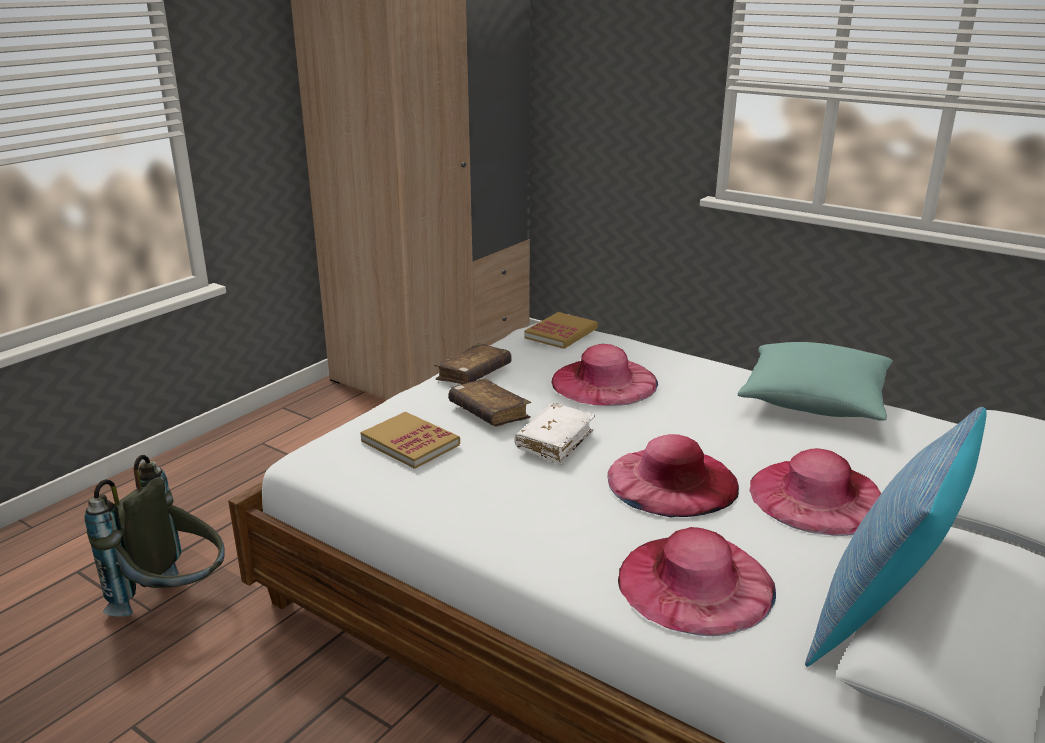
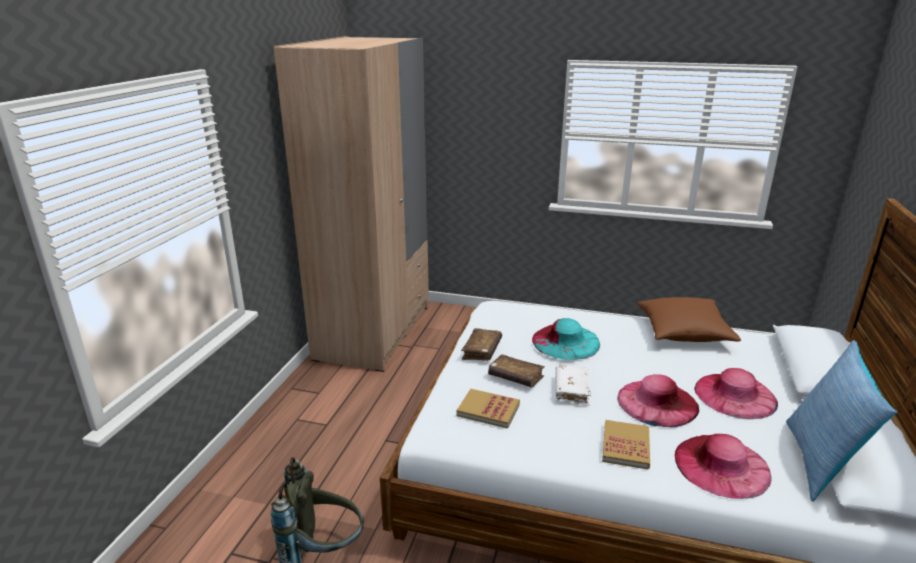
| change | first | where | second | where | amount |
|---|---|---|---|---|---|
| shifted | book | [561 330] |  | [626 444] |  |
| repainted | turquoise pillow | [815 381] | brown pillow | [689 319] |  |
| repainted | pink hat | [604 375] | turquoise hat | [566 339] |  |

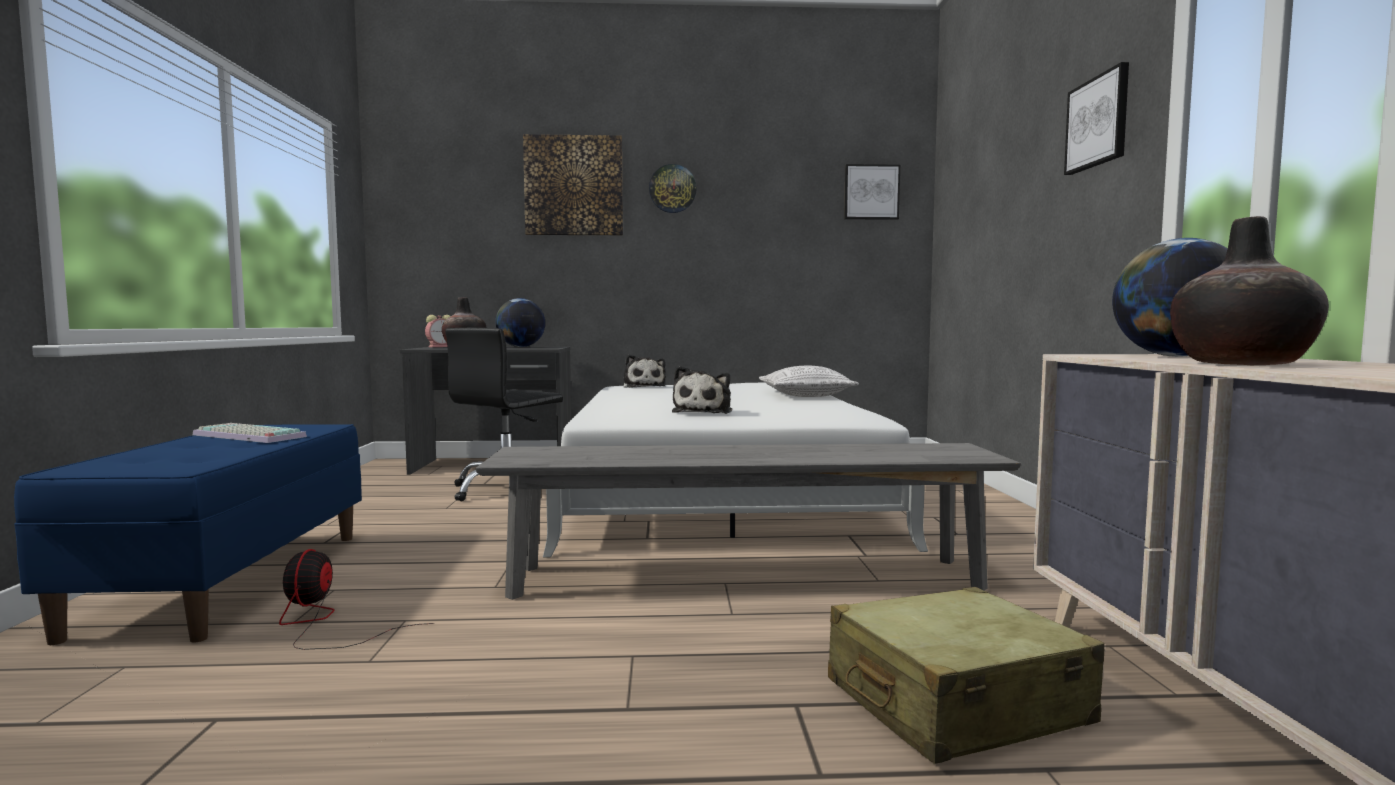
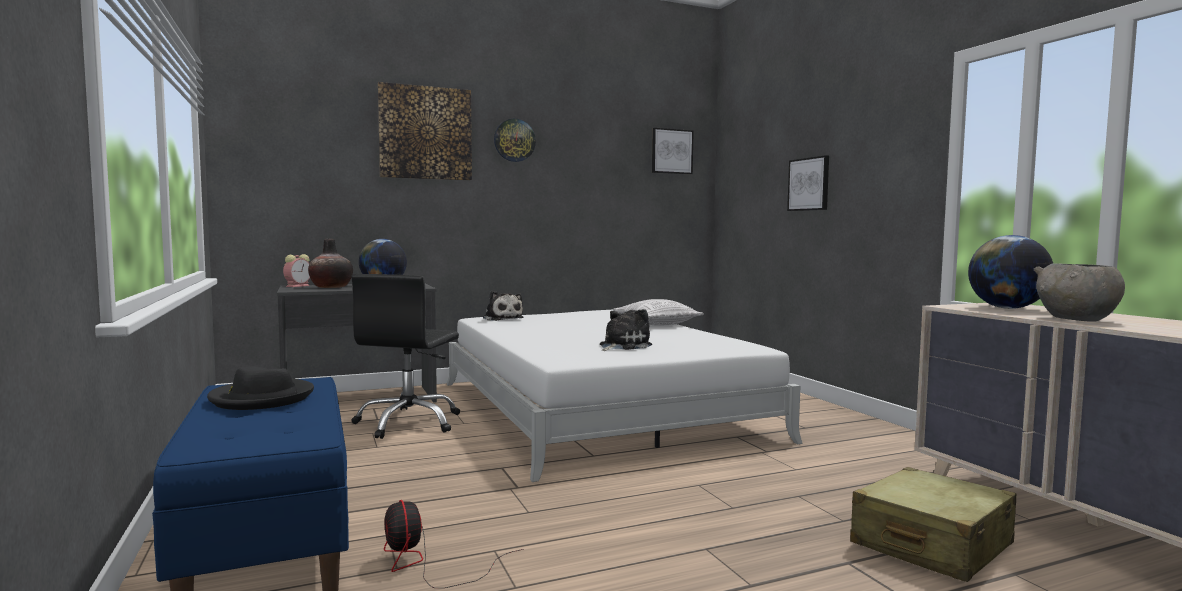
| change | first | where | second | where | amount |
|---|---|---|---|---|---|
| shifted | picture | [1096 118] |  | [808 183] |  |
| swapped | vase | [1249 290] | grey bowl | [1079 292] |  |
| rotated | plush toy | [702 390] |  | [626 330] | 135 degrees counterclockwise |
| swapped | keyboard | [250 433] | black hat | [260 388] |  |
| gone | grey bench | [748 521] |  |  |  |

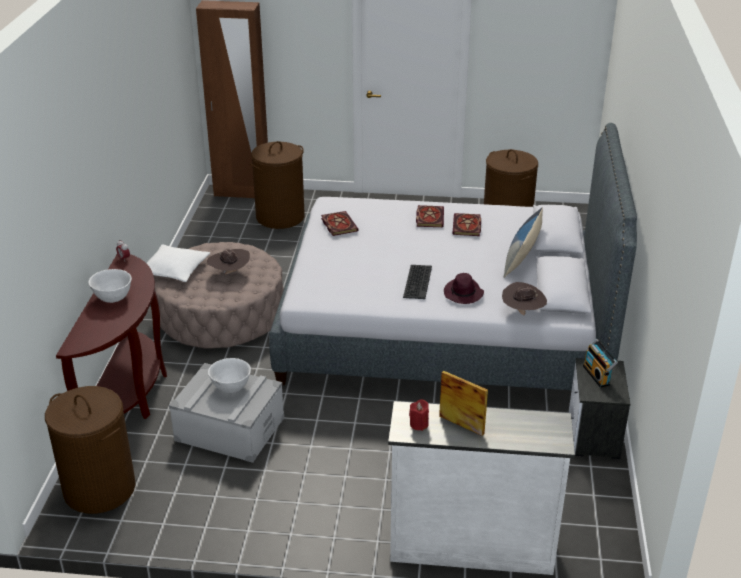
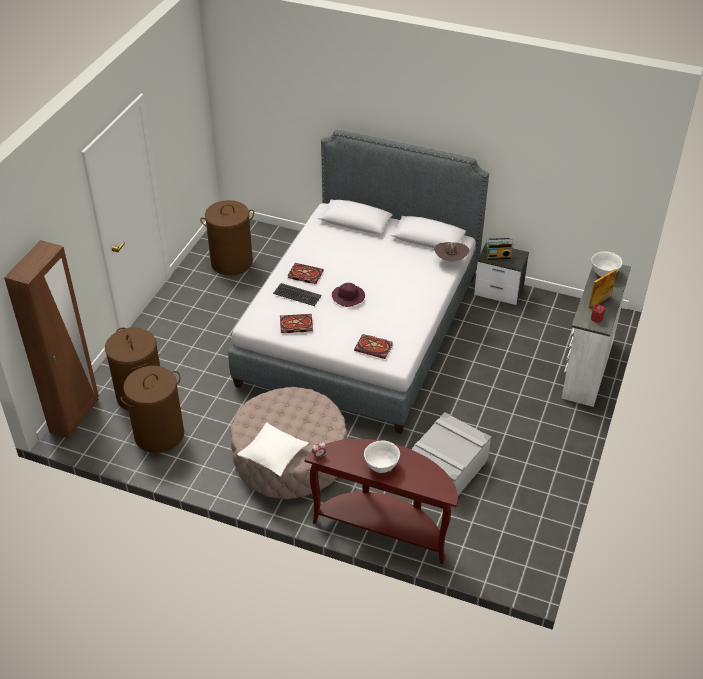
| change | first | where | second | where | amount |
|---|---|---|---|---|---|
| gone | pillow | [523 243] |  |  |  |
| shifted | book | [466 224] |  | [373 346] |  |
| gone | brown hat | [228 261] |  |  |  |
| shifted | keyboard | [417 282] |  | [297 294] |  |
| shifted | purple hat | [464 288] |  | [348 295] |  |
| shifted | white bowl | [229 375] |  | [606 264] |  |
| shifted | brown laundry basket | [90 450] |  | [152 409] |  |

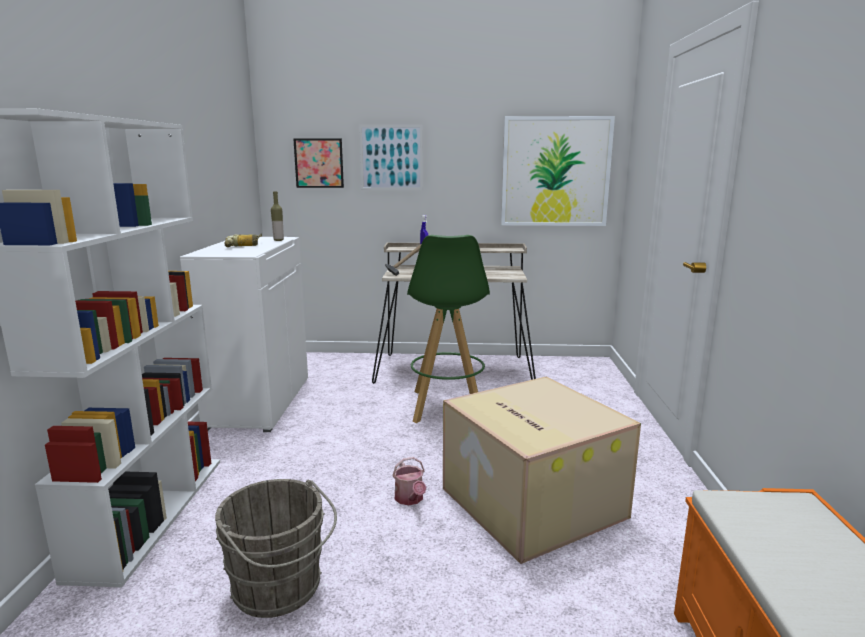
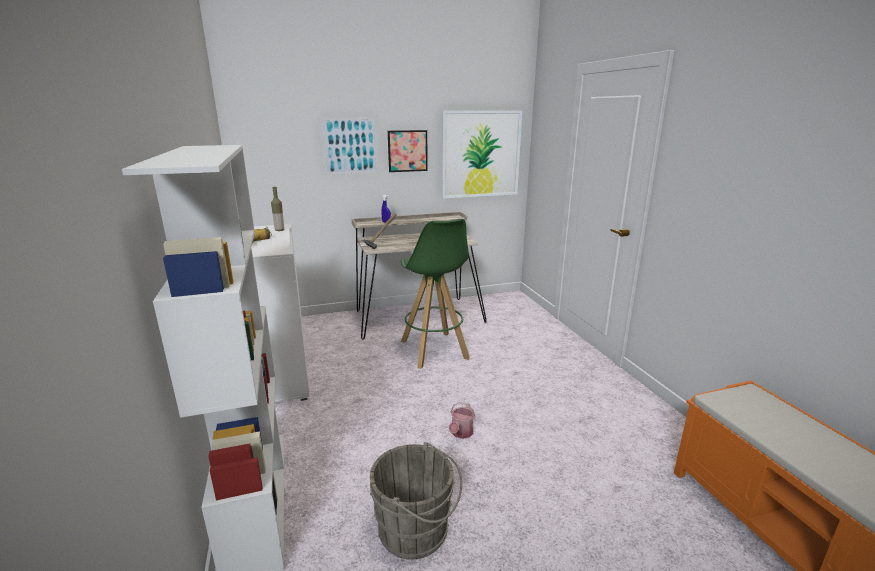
| change | first | where | second | where | amount |
|---|---|---|---|---|---|
| shifted | picture | [318 163] |  | [408 151] |  |
| gone | cardboard box | [542 470] |  |  |  |
| rotated | watering can | [409 481] |  | [462 420] | 60 degrees clockwise |

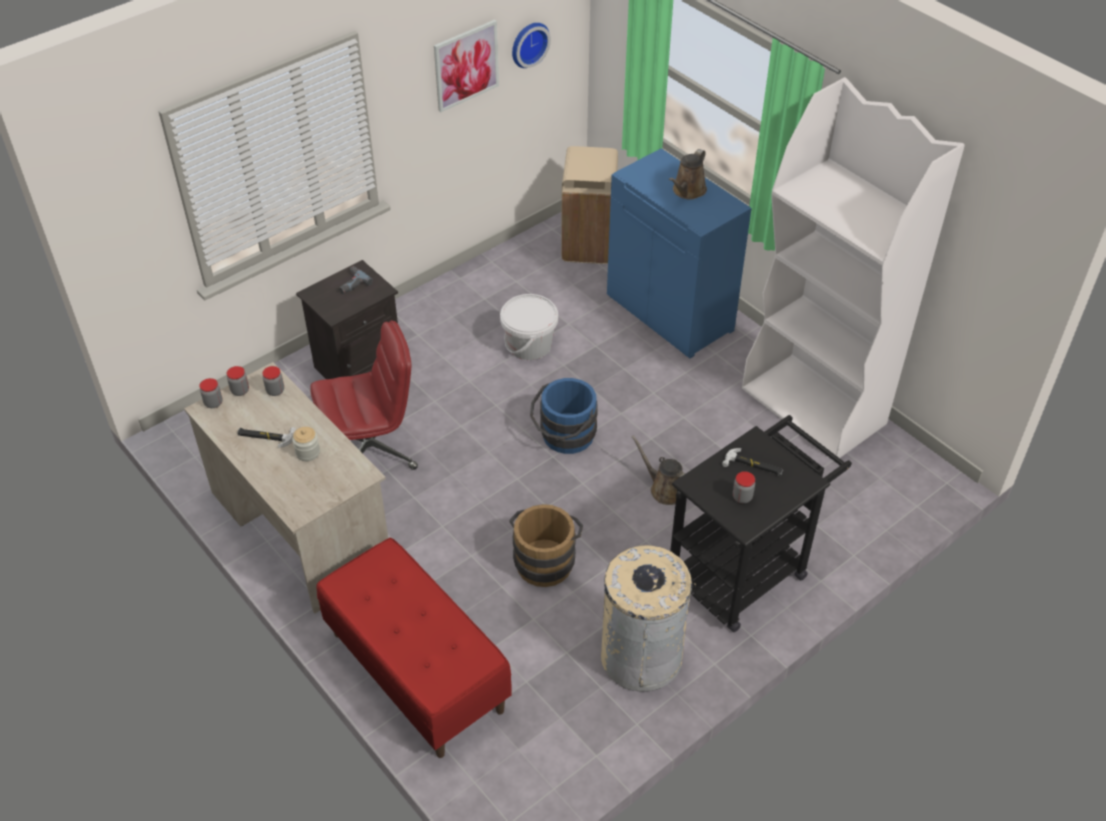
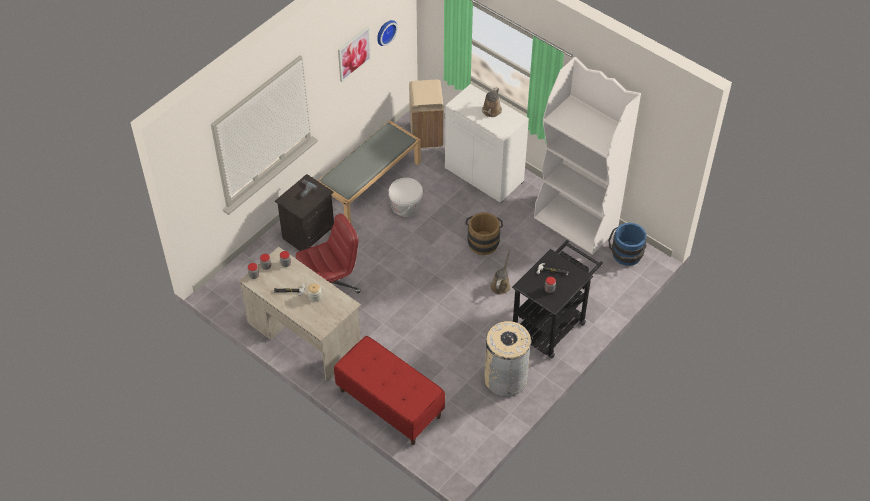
| change | first | where | second | where | amount |
|---|---|---|---|---|---|
| repainted | blue cabinet | [679 253] | white cabinet | [487 143] |  |
| shifted | blue bucket | [564 416] |  | [627 244] |  |
| rotated | brown watering can | [658 470] |  | [500 272] | 75 degrees clockwise |
| shifted | brown bucket | [546 545] |  | [484 233] |  |
| new |  |  | grey bench | [369 171] |  |

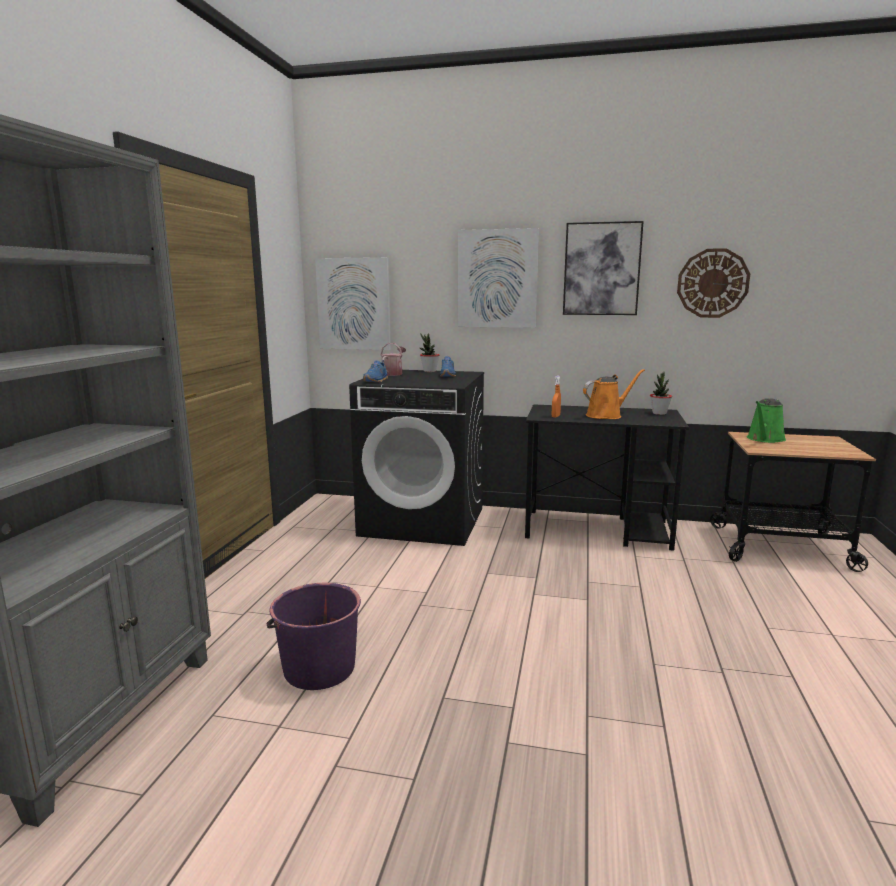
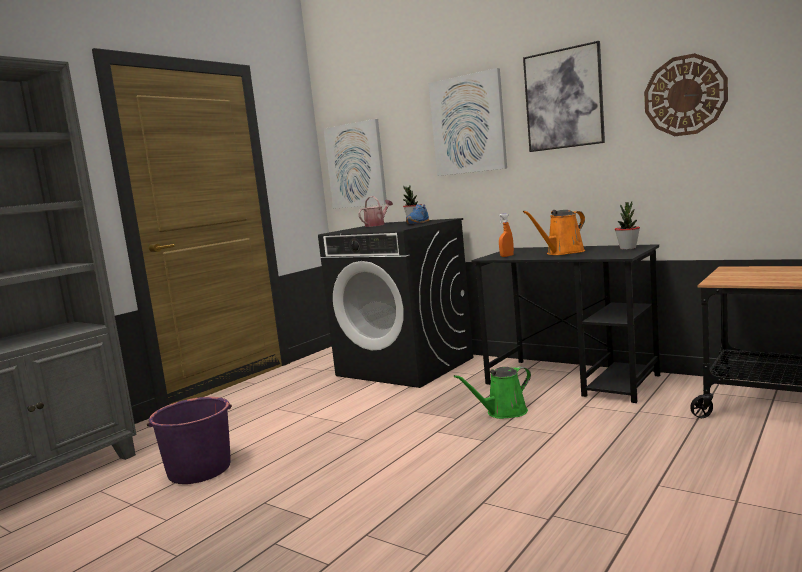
| change | first | where | second | where | amount |
|---|---|---|---|---|---|
| gone | blue shoe | [375 371] |  |  |  |
| rotated | orange watering can | [614 394] |  | [554 232] | 150 degrees clockwise |
| shifted | green watering can | [766 420] |  | [492 392] |  |

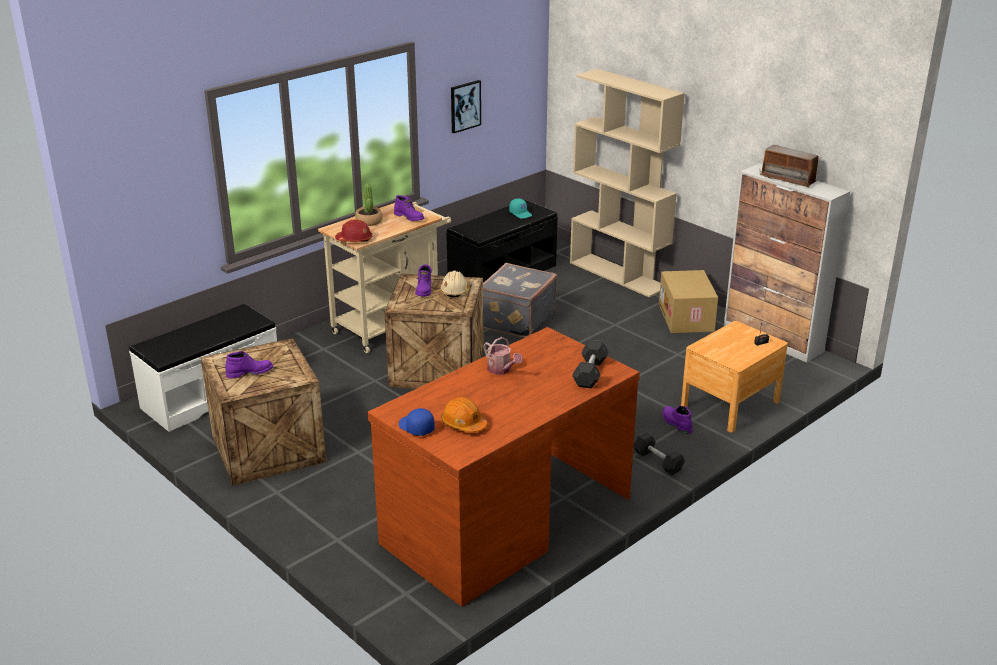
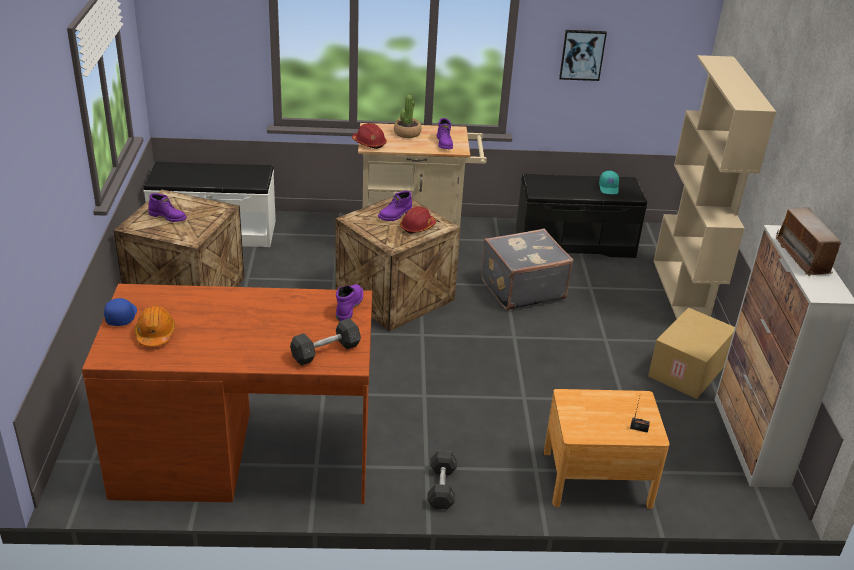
| change | first | where | second | where | amount |
|---|---|---|---|---|---|
| repainted | beige hard hat | [454 284] | red hard hat | [418 220] |  |
| gone | watering can | [503 356] |  |  |  |
| shifted | purple boot | [677 420] |  | [349 302] |  |

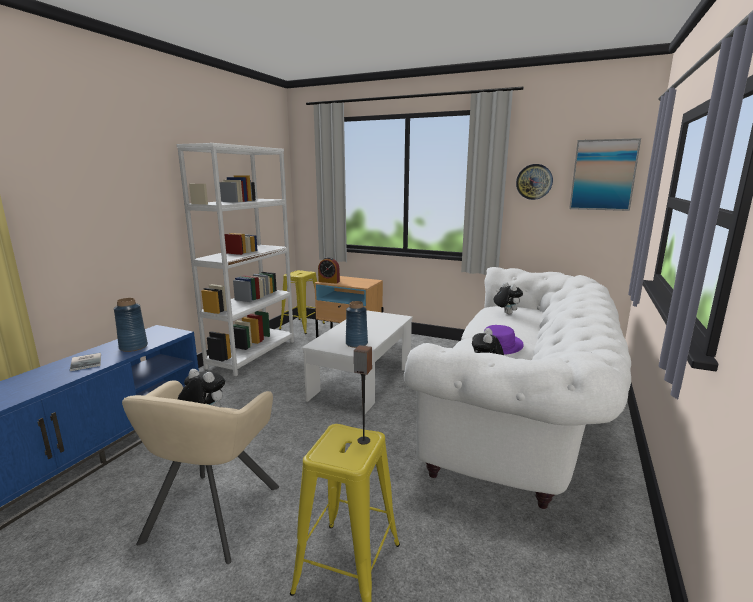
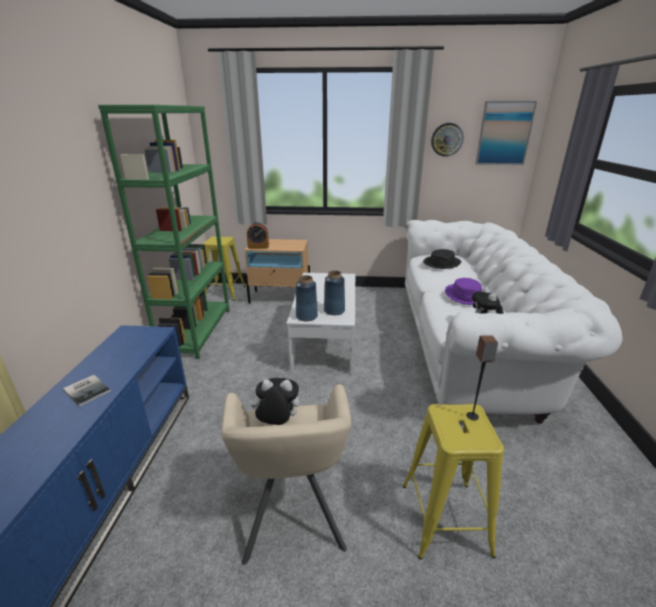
| change | first | where | second | where | amount |
|---|---|---|---|---|---|
| repainted | white bookcase | [235 259] | green bookcase | [164 232] |  |
| swapped | plush toy | [508 298] | black hat | [442 259] |  |
| shifted | blue vase | [131 325] |  | [307 298] |  |

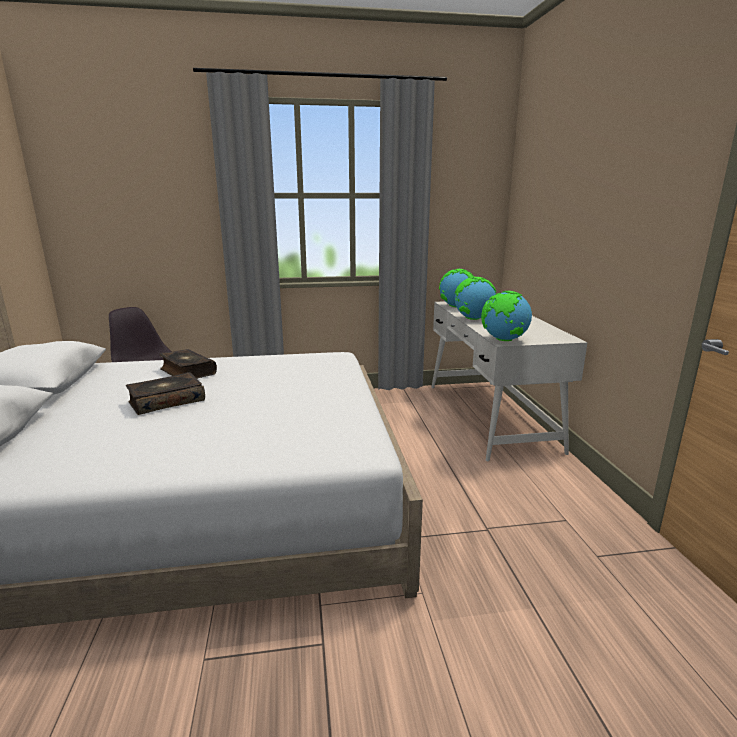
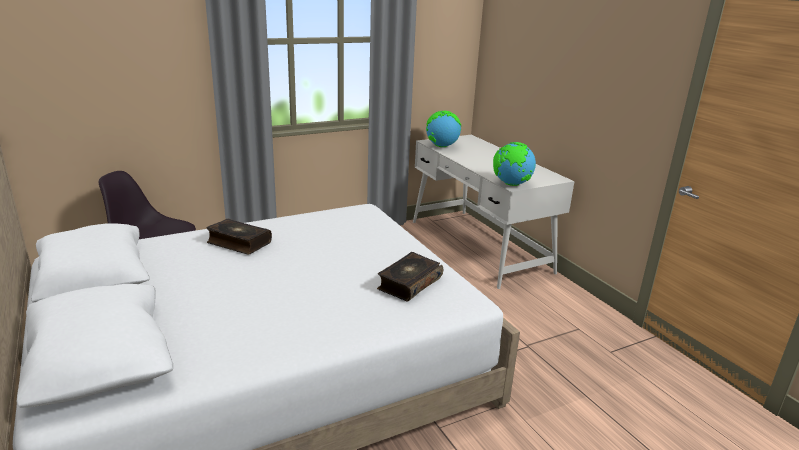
| change | first | where | second | where | amount |
|---|---|---|---|---|---|
| gone | globe | [475 298] |  |  |  |
| shifted | book | [165 393] |  | [410 277] |  |

